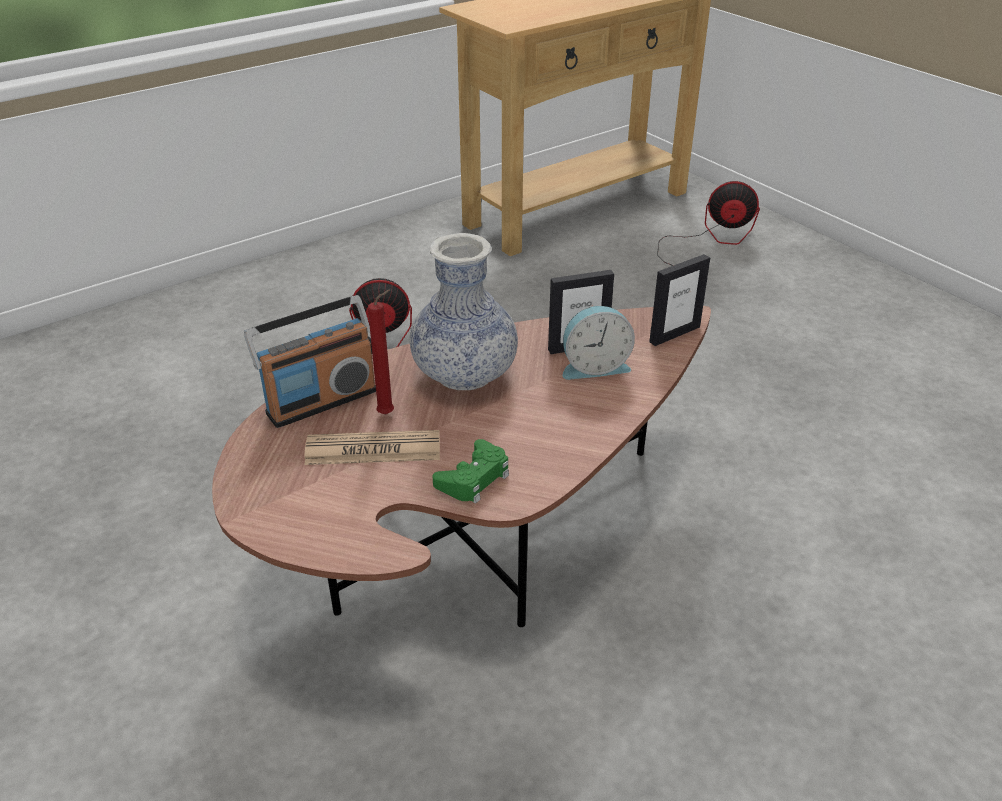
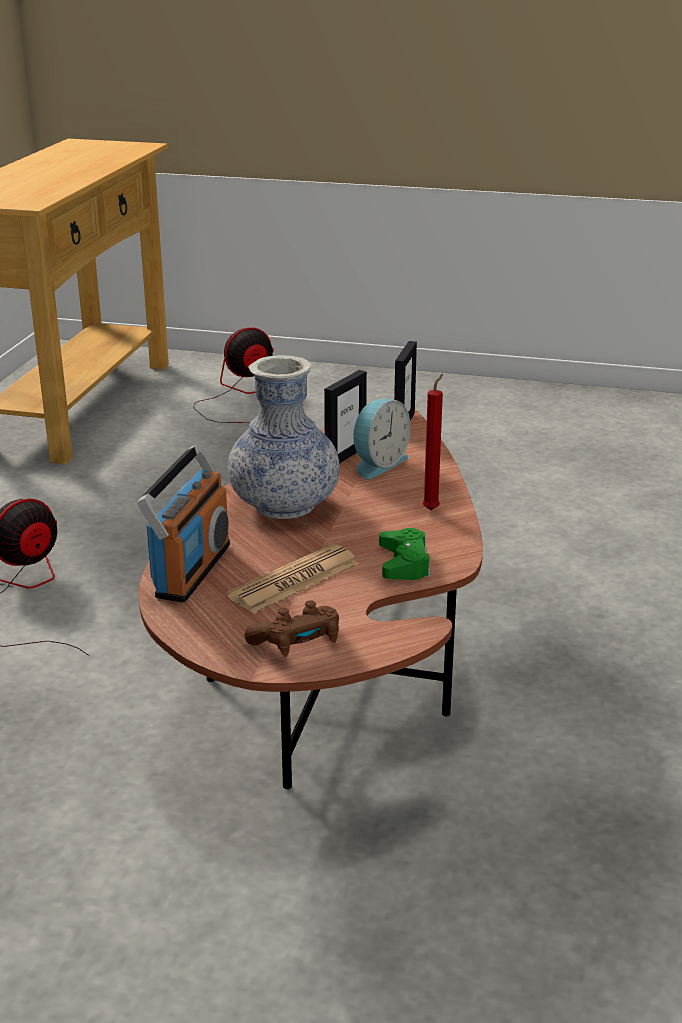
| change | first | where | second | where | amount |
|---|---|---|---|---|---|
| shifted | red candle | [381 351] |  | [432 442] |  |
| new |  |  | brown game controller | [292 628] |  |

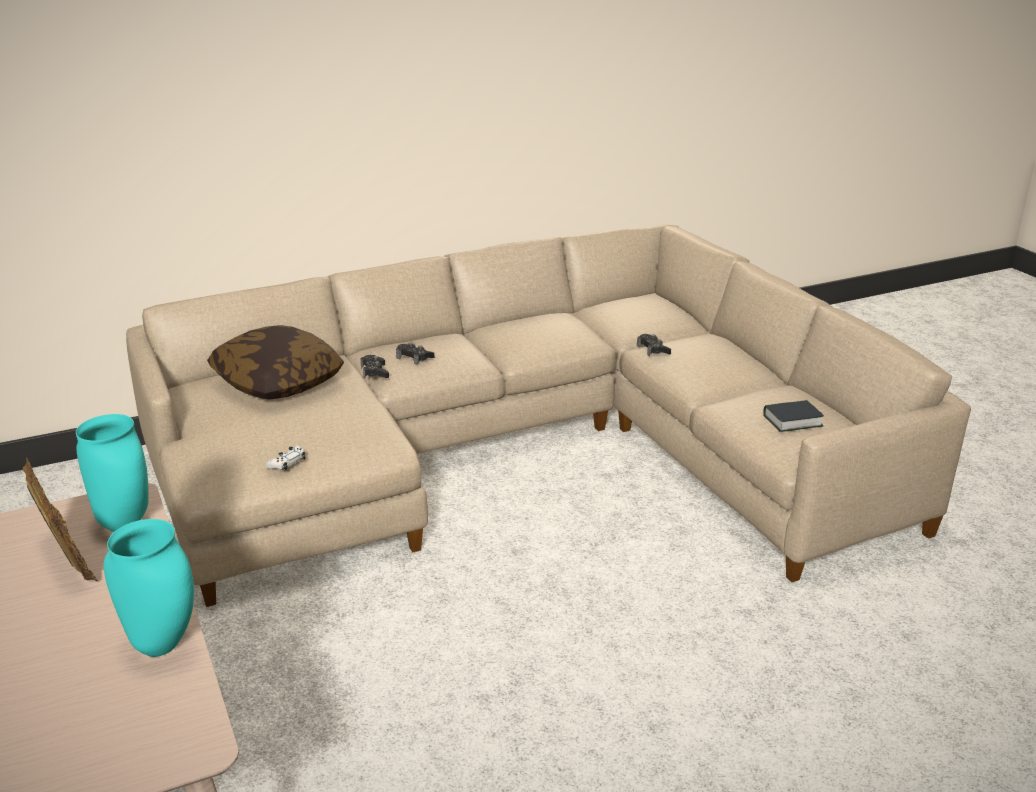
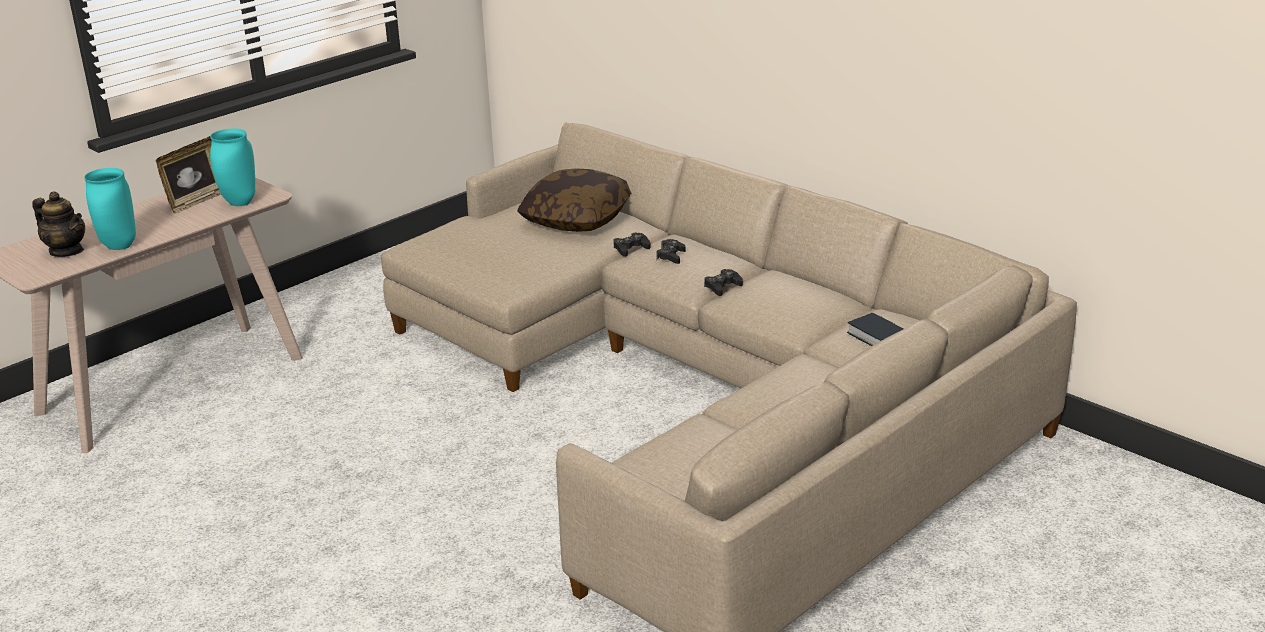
| change | first | where | second | where | amount |
|---|---|---|---|---|---|
| shifted | black game controller | [654 345] |  | [723 282] |  |
| shifted | book | [793 416] |  | [875 329] |  |
| gone | white game controller | [286 458] |  |  |  |
| new |  |  | teapot | [58 224] |  |

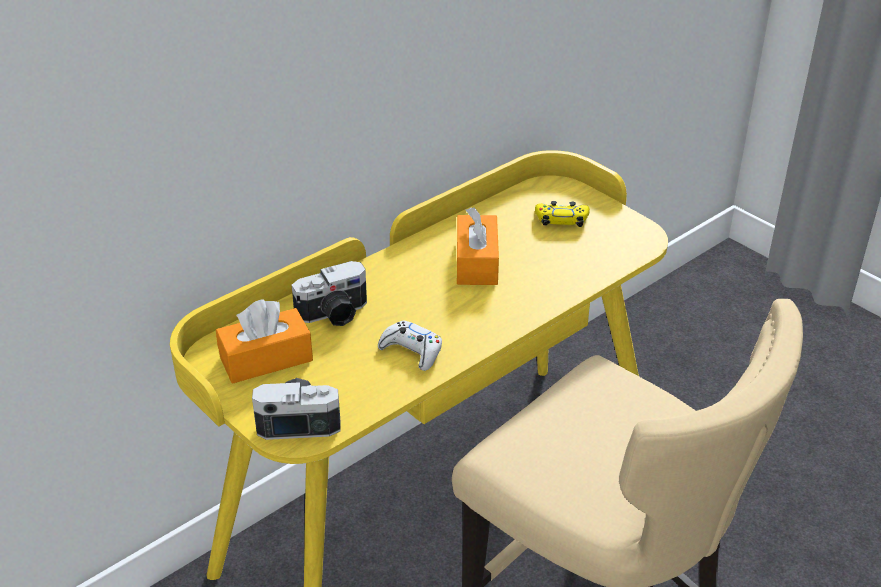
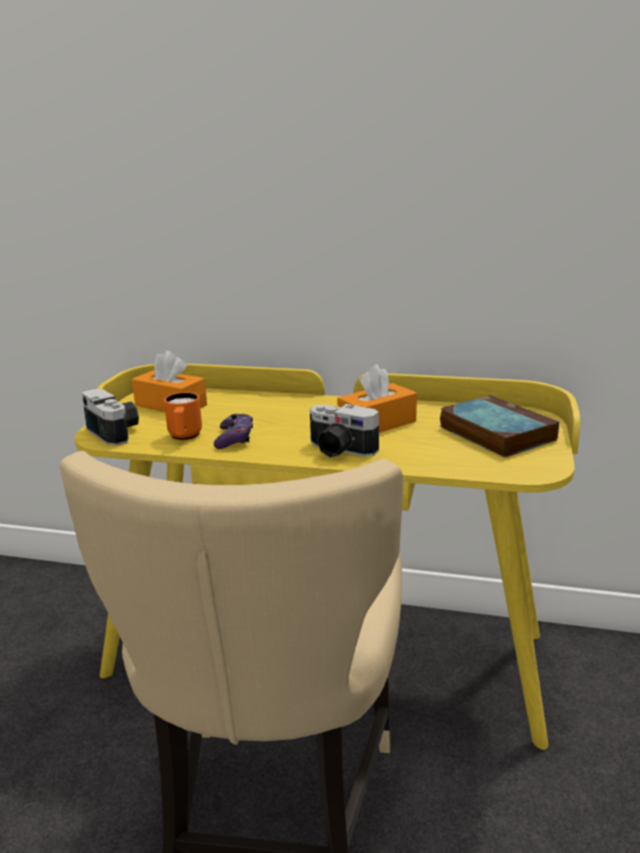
| change | first | where | second | where | amount |
|---|---|---|---|---|---|
| swapped | yellow game controller | [562 214] | book | [499 426] |  |
| shifted | photo camera | [329 293] |  | [344 430] |  |
| repainted | white game controller | [410 346] | purple game controller | [233 431] |  |
| new |  |  | orange mug | [183 416] |  |

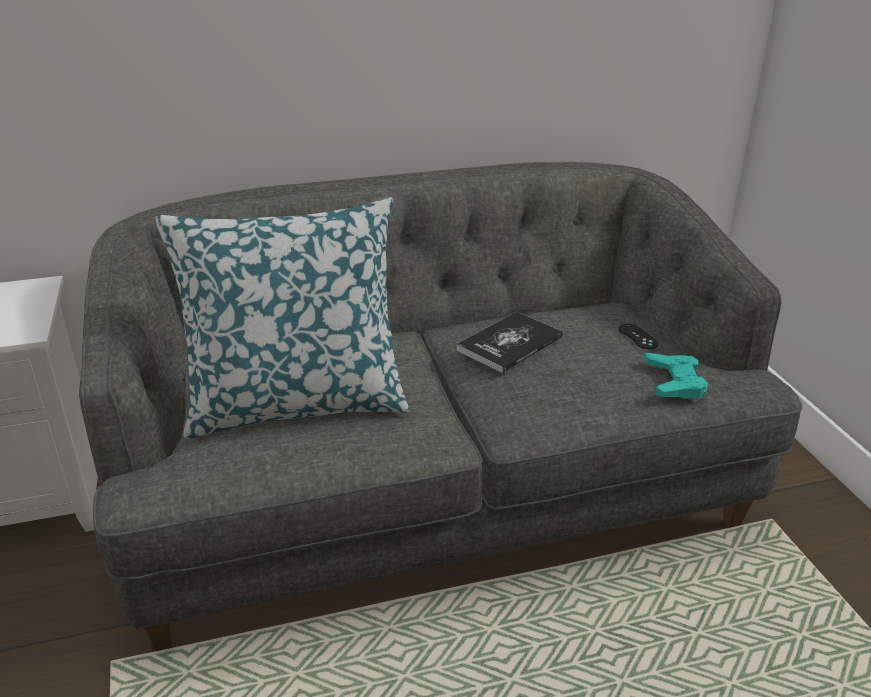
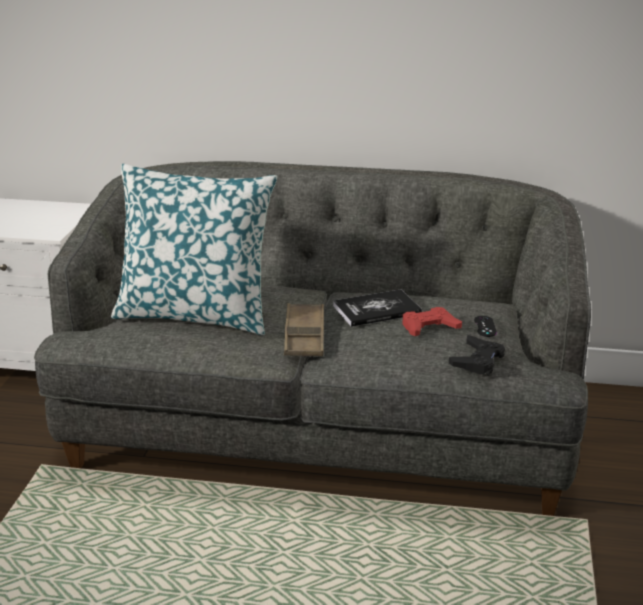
| change | first | where | second | where | amount |
|---|---|---|---|---|---|
| repainted | turquoise game controller | [676 376] | black game controller | [477 355] |  |
| new |  |  | brown tray | [304 329] |  |
| new |  |  | red game controller | [432 321] |  |

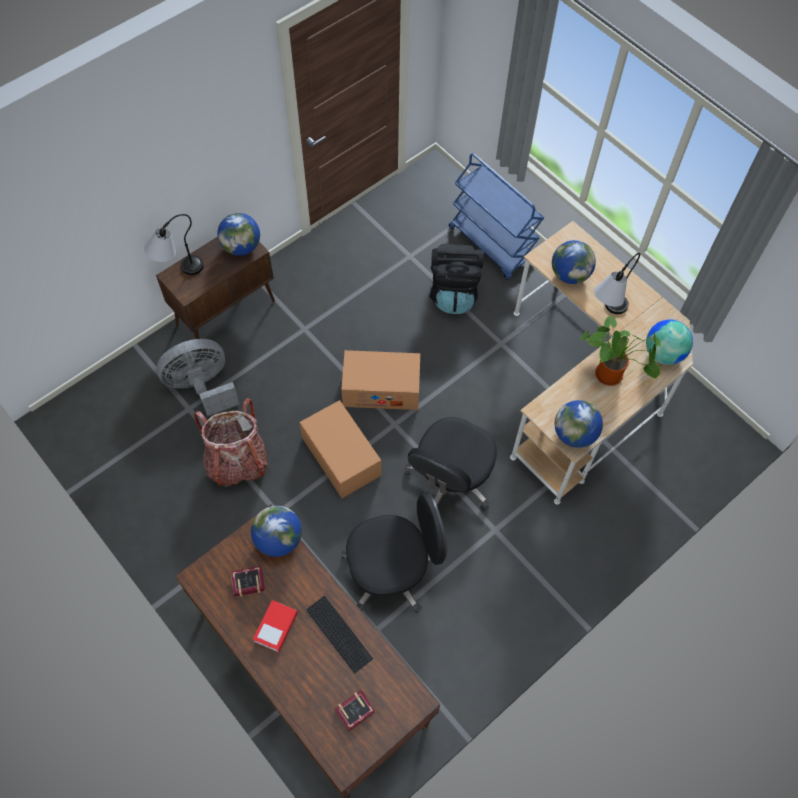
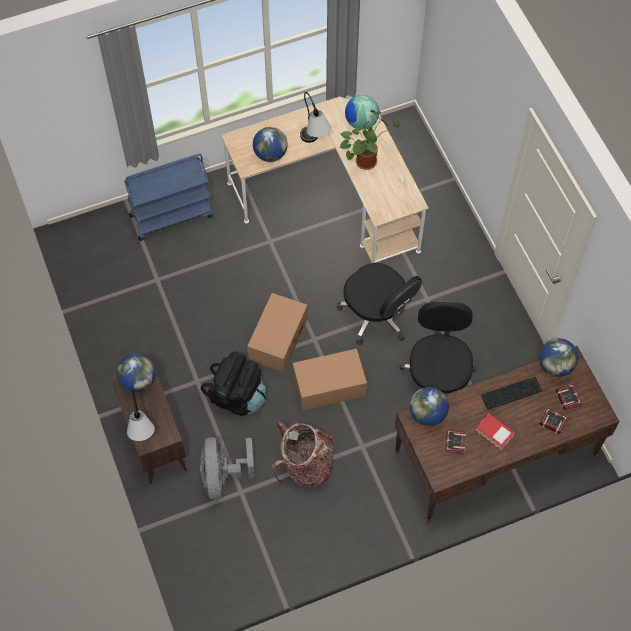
| change | first | where | second | where | amount |
|---|---|---|---|---|---|
| shifted | black backpack | [456 279] |  | [233 383] |  |
| shifted | globe | [579 424] |  | [558 357] |  |
| new |  |  | book | [553 420] |  |

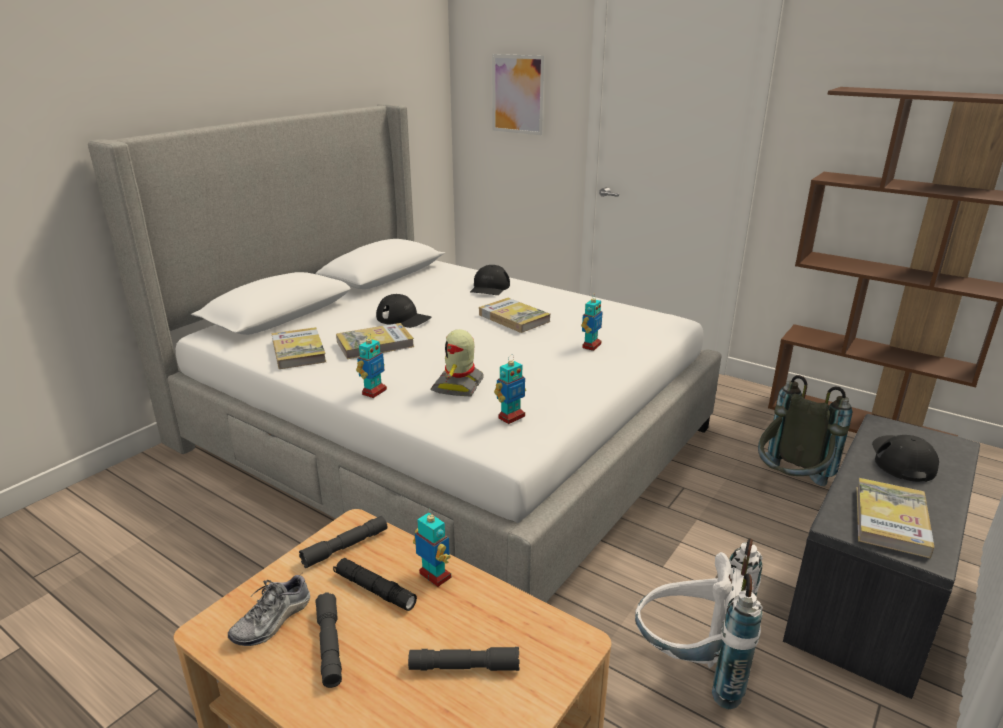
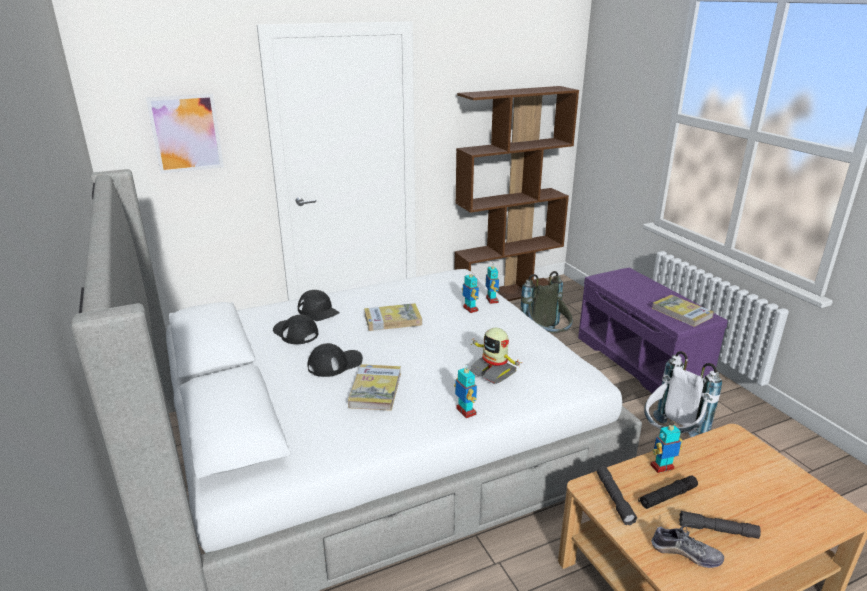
| change | first | where | second | where | amount |
|---|---|---|---|---|---|
| gone | book | [299 348] |  |  |  |
| shifted | toy robot | [510 389] |  | [492 283] |  |
| repainted | grey bench | [881 556] | purple bench | [653 330] |  |
| shifted | black cap | [905 458] |  | [295 329] |  |
| rotated | shoe | [269 610] |  | [687 546] | 45 degrees counterclockwise |
| gone | grey flashlight | [464 659] |  |  |  |

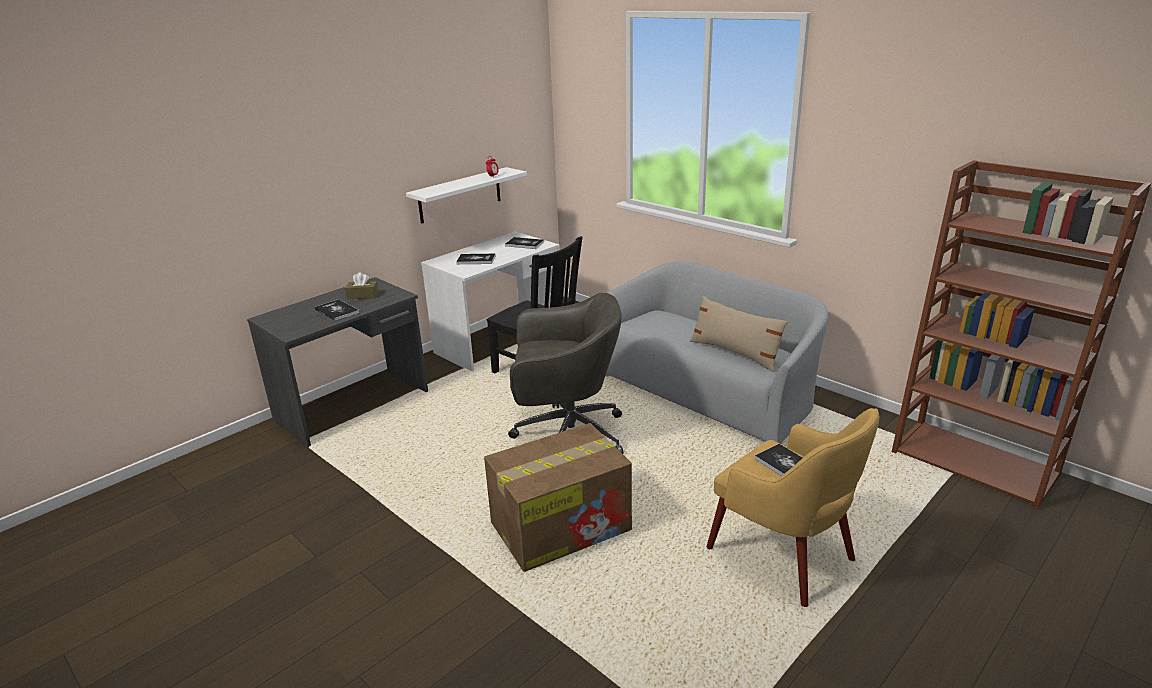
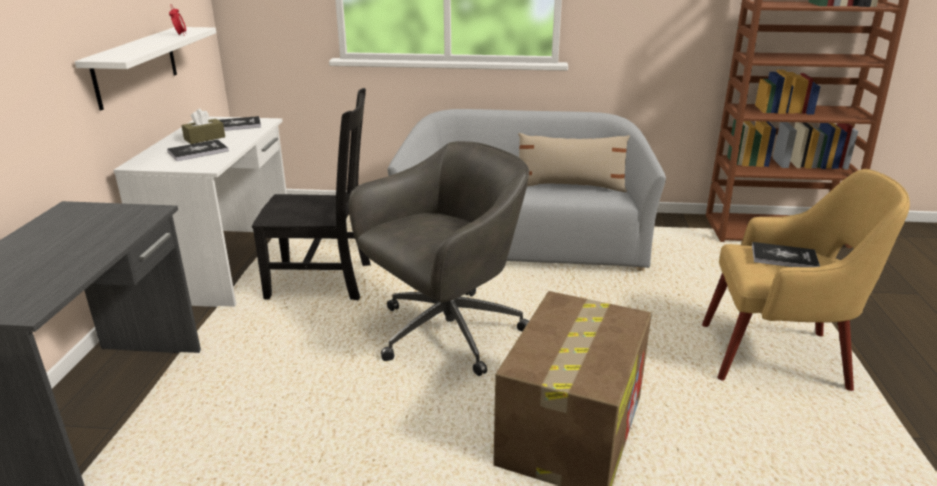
| change | first | where | second | where | amount |
|---|---|---|---|---|---|
| shifted | brown tissue box | [362 285] |  | [203 126] |  |
| gone | book | [336 310] |  |  |  |

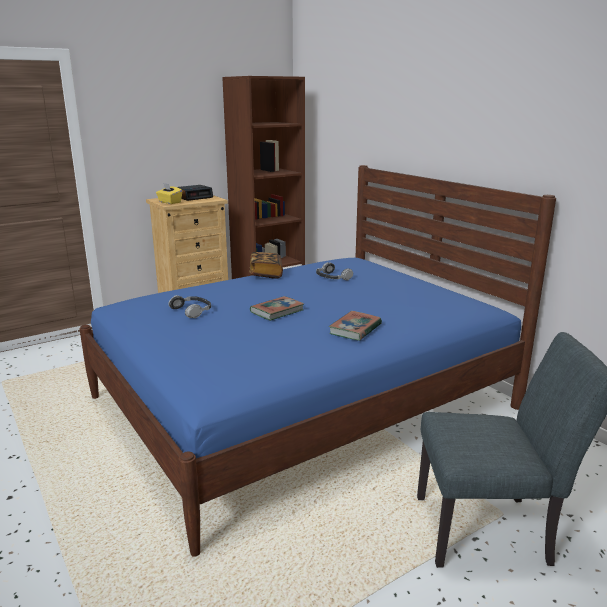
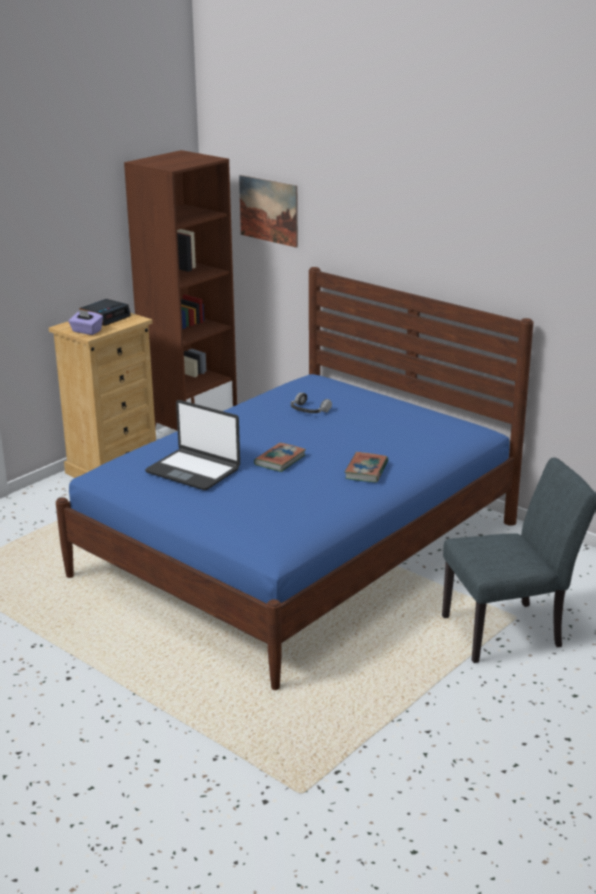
| change | first | where | second | where | amount |
|---|---|---|---|---|---|
| repainted | yellow tissue box | [169 193] | purple tissue box | [85 322] |  |
| gone | book | [266 265] |  |  |  |
| swapped | headphones | [189 306] | laptop | [192 445] |  |
| new |  |  | picture | [268 211] |  |

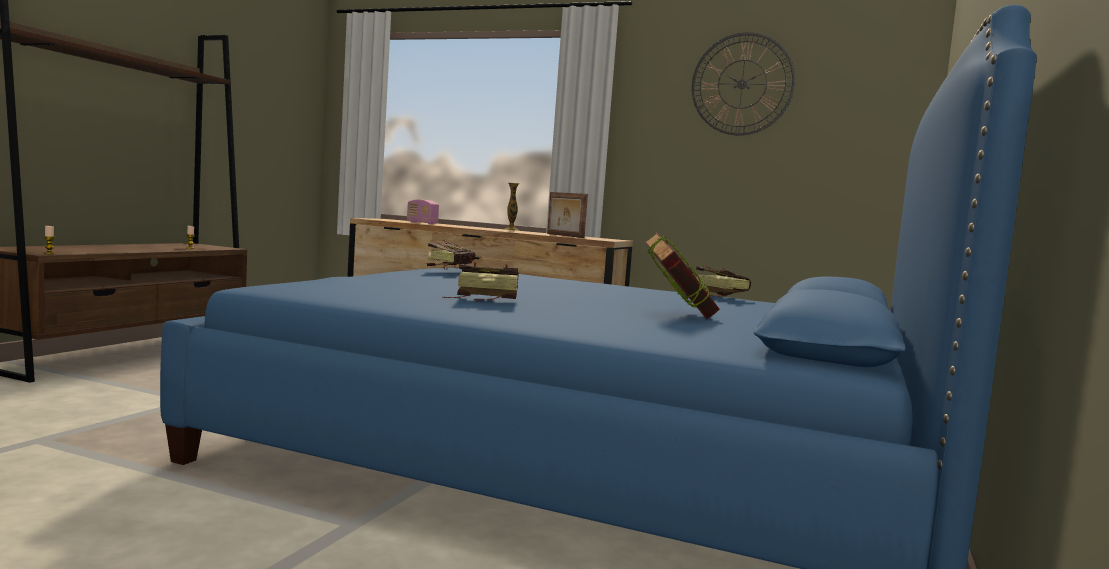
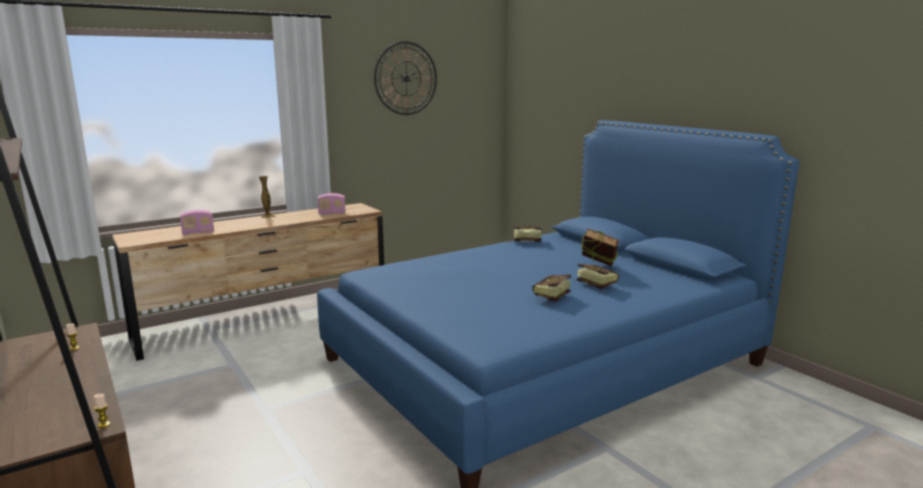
| change | first | where | second | where | amount |
|---|---|---|---|---|---|
| swapped | picture frame | [567 215] | radio | [332 204] |  |
| shifted | book | [451 254] |  | [596 276] |  |

